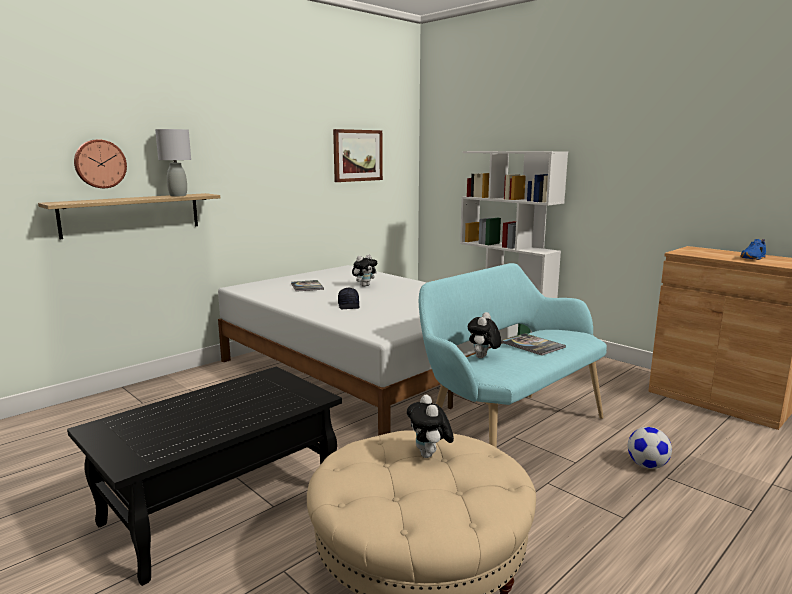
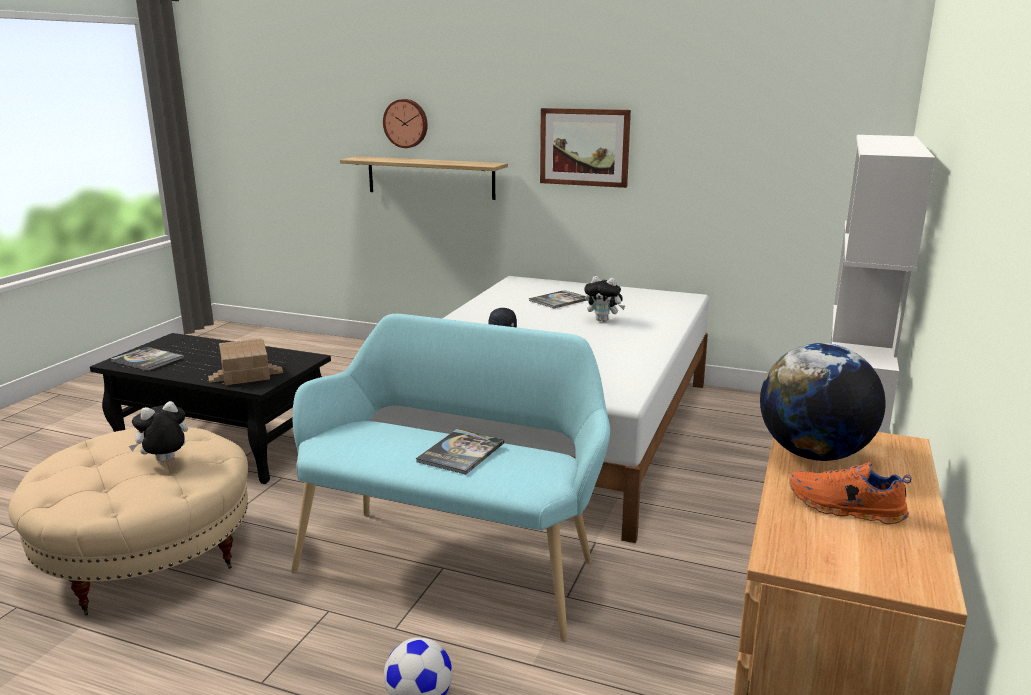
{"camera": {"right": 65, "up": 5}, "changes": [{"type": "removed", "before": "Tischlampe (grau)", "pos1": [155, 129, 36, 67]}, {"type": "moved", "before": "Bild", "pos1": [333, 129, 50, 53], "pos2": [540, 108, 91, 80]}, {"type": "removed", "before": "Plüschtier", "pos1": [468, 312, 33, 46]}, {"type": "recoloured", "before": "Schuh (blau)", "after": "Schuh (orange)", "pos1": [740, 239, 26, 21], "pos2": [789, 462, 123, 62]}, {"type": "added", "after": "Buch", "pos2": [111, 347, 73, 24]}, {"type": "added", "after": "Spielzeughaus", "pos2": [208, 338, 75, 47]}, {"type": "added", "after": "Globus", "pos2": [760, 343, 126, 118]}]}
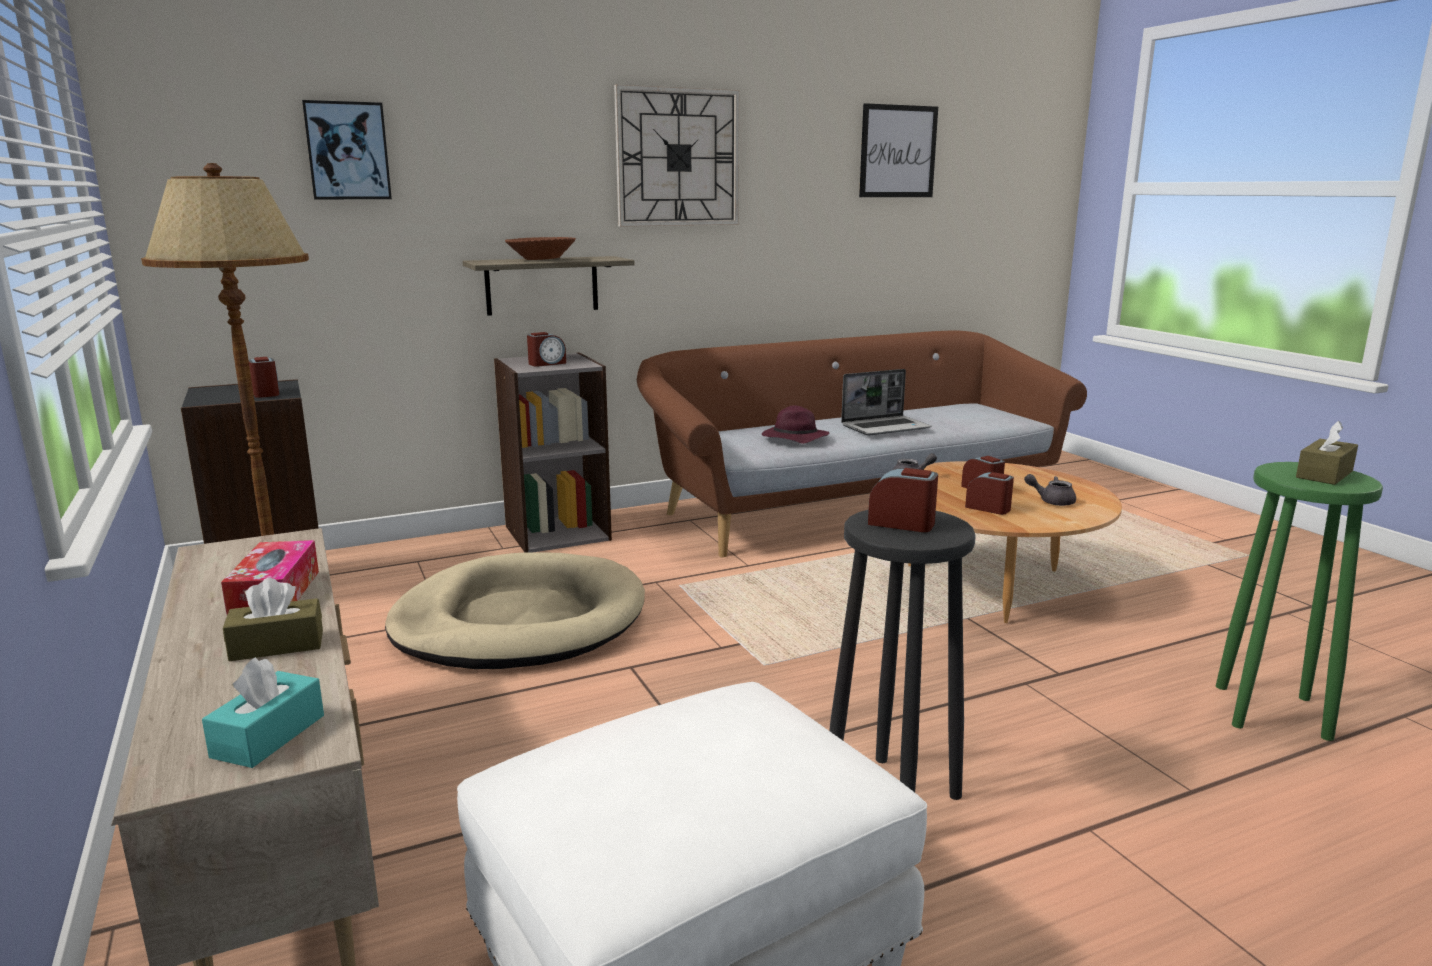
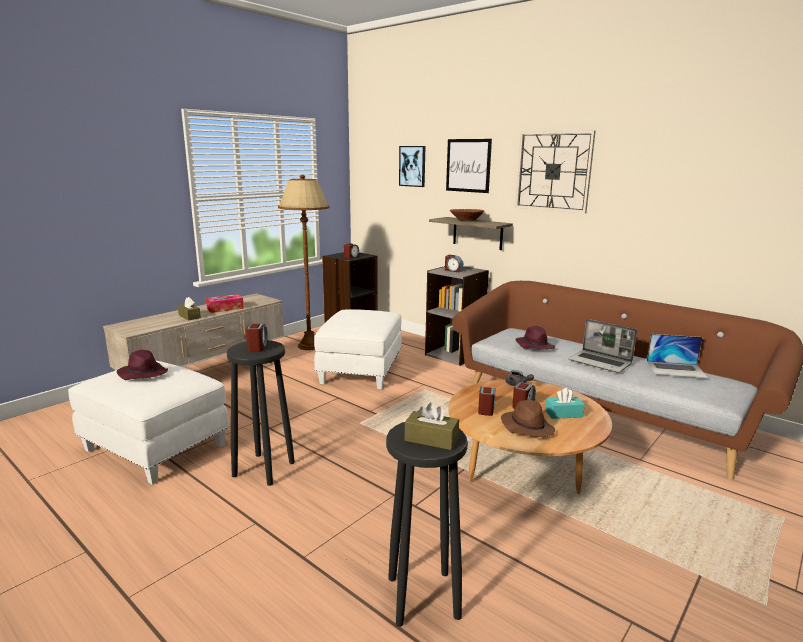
{"camera": {"right": 65, "up": 0}, "changes": [{"type": "moved", "before": "Taschentuchbox (türkis)", "pos1": [202, 657, 122, 111], "pos2": [545, 388, 40, 31]}, {"type": "replaced", "before": "Hundebett (beige)", "after": "Polsterhocker (weiß)", "pos1": [385, 552, 260, 117], "pos2": [314, 309, 88, 80]}, {"type": "moved", "before": "Bild", "pos1": [859, 103, 79, 94], "pos2": [446, 139, 46, 54]}, {"type": "replaced", "before": "Teekanne (grau)", "after": "Hut (braun)", "pos1": [1024, 474, 52, 32], "pos2": [501, 400, 54, 37]}, {"type": "recoloured", "before": "Hocker (grün)", "after": "Hocker (schwarz)", "pos1": [1216, 462, 167, 279], "pos2": [386, 422, 82, 205]}, {"type": "added", "after": "Hut (lila)", "pos2": [117, 350, 51, 30]}, {"type": "added", "after": "Laptop", "pos2": [647, 334, 61, 44]}]}
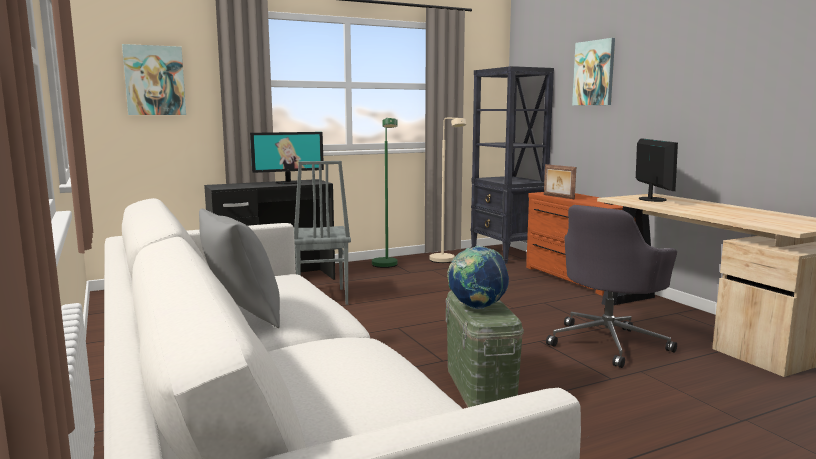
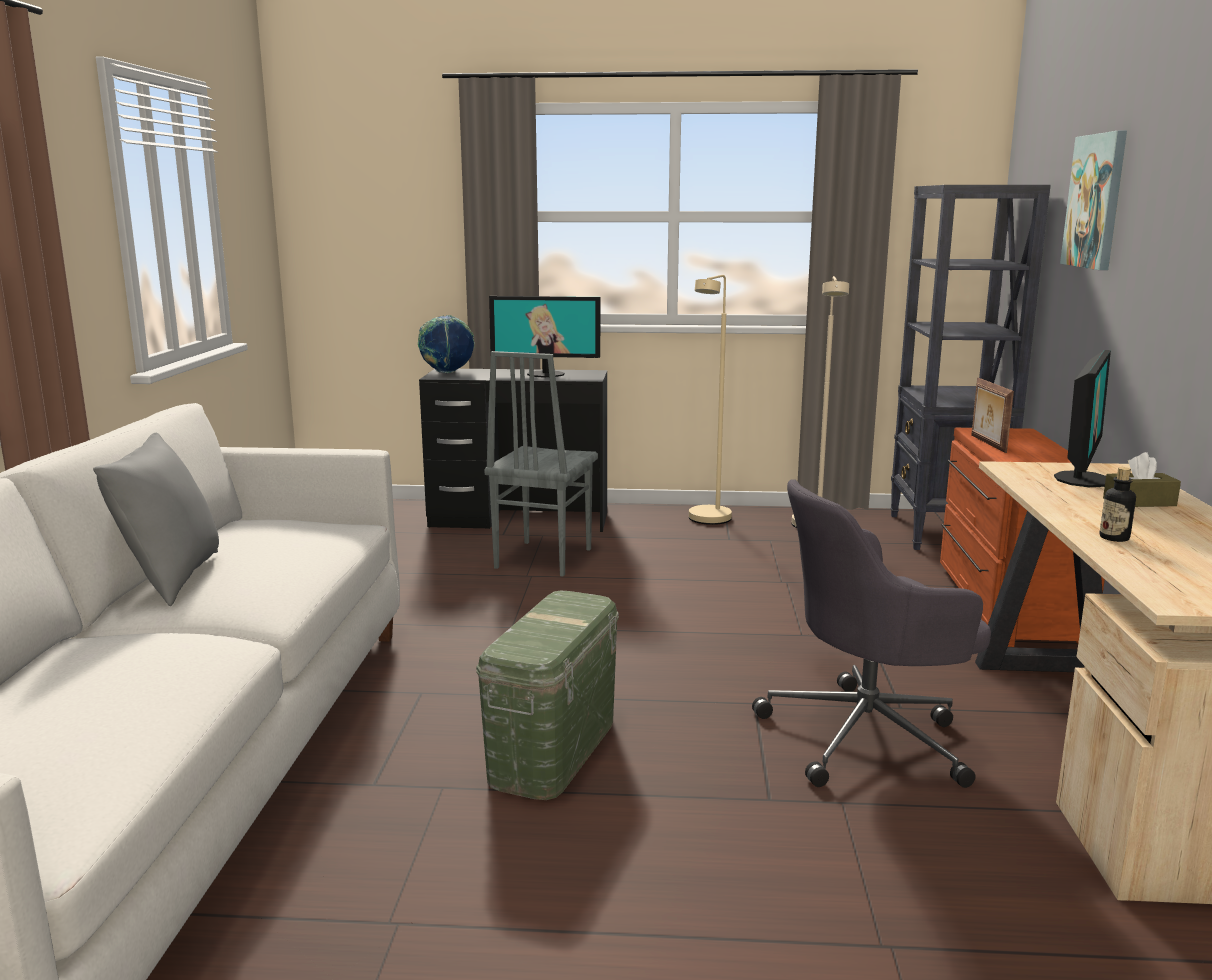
{"camera": {"right": 30, "up": 5}, "changes": [{"type": "removed", "before": "Bild", "pos1": [122, 44, 64, 71]}, {"type": "recoloured", "before": "Stehlampe (grün)", "after": "Stehlampe (beige)", "pos1": [372, 118, 26, 150], "pos2": [689, 275, 43, 250]}, {"type": "moved", "before": "Globus", "pos1": [447, 246, 62, 63], "pos2": [418, 315, 57, 58]}, {"type": "added", "after": "Flasche", "pos2": [1100, 467, 36, 75]}, {"type": "added", "after": "Taschentuchbox (braun)", "pos2": [1103, 452, 78, 55]}]}
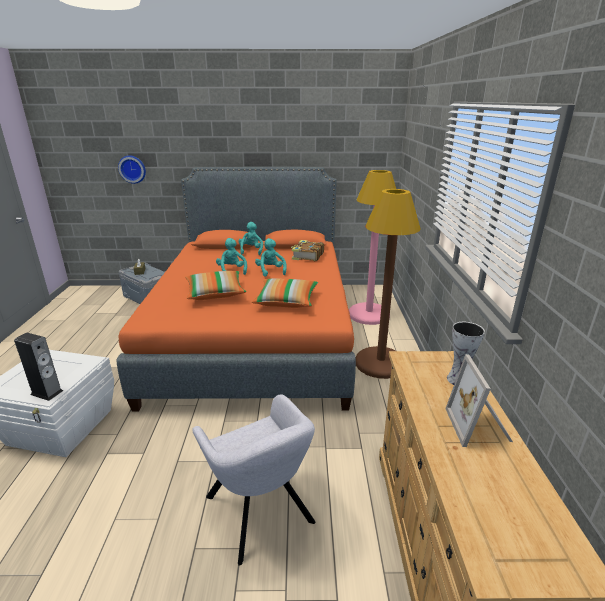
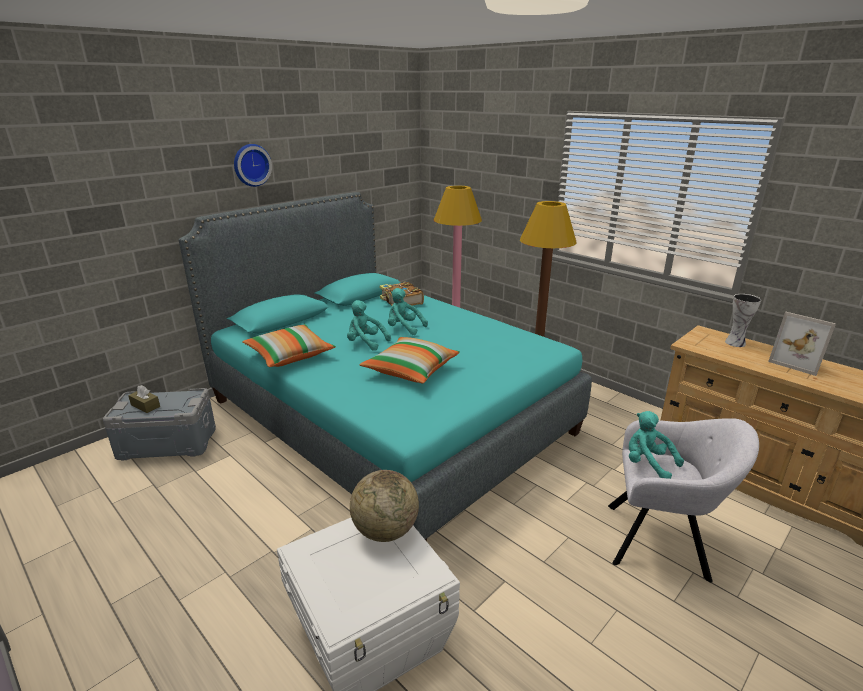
{"camera": {"right": -45, "up": 0}, "changes": [{"type": "removed", "before": "Lautsprecher", "pos1": [14, 333, 49, 68]}, {"type": "recoloured", "before": "Bett (orange)", "after": "Bett (türkis)", "pos1": [117, 167, 239, 245], "pos2": [178, 192, 414, 349]}, {"type": "moved", "before": "Wanduhr", "pos1": [118, 155, 28, 29], "pos2": [234, 144, 38, 43]}, {"type": "moved", "before": "Plüschtier (türkis)", "pos1": [238, 222, 25, 33], "pos2": [629, 411, 55, 68]}, {"type": "moved", "before": "Kissen", "pos1": [251, 278, 67, 30], "pos2": [242, 324, 94, 43]}, {"type": "added", "after": "Globus", "pos2": [350, 470, 69, 72]}]}
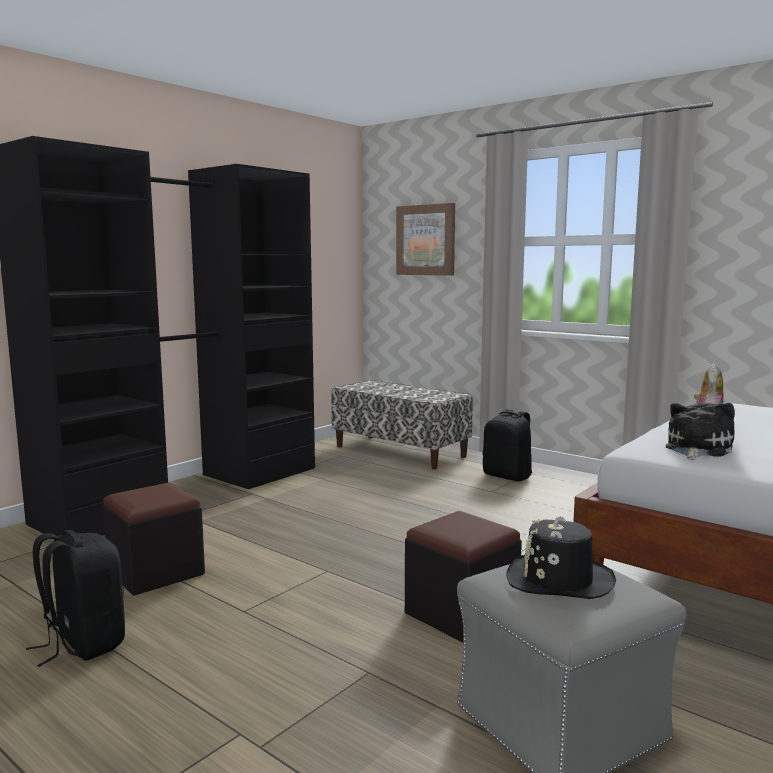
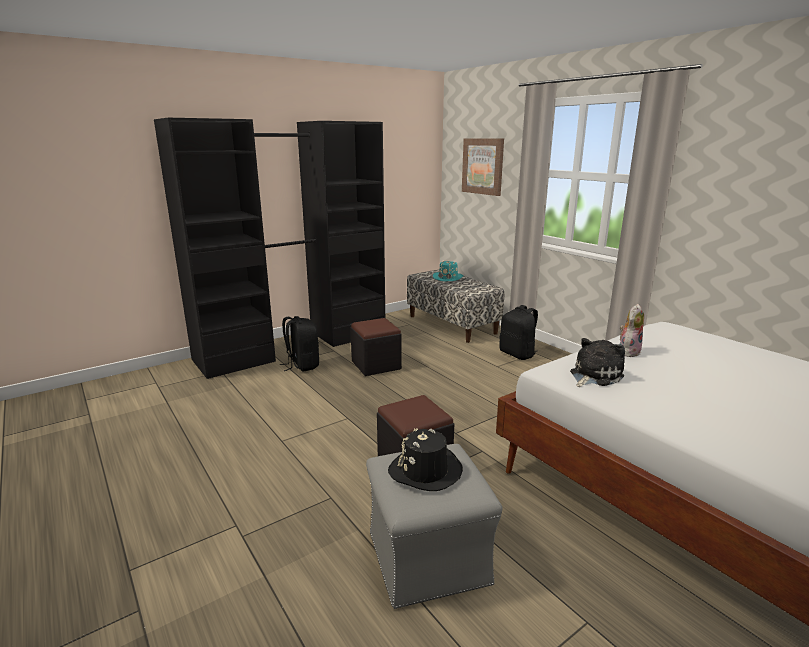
{"camera": {"right": 15, "up": 10}, "changes": [{"type": "moved", "before": "Rucksack (schwarz)", "pos1": [26, 530, 99, 137], "pos2": [280, 316, 39, 56]}, {"type": "moved", "before": "Polsterhocker (schwarz)", "pos1": [102, 483, 103, 113], "pos2": [350, 318, 52, 58]}, {"type": "added", "after": "Hut (türkis)", "pos2": [433, 260, 31, 21]}]}
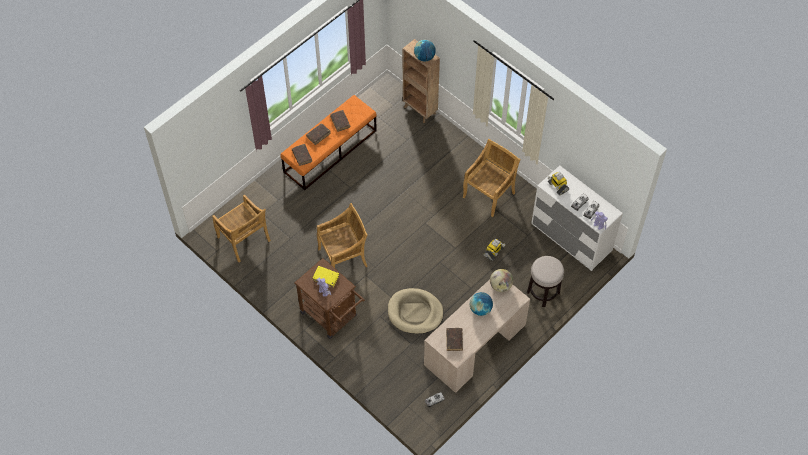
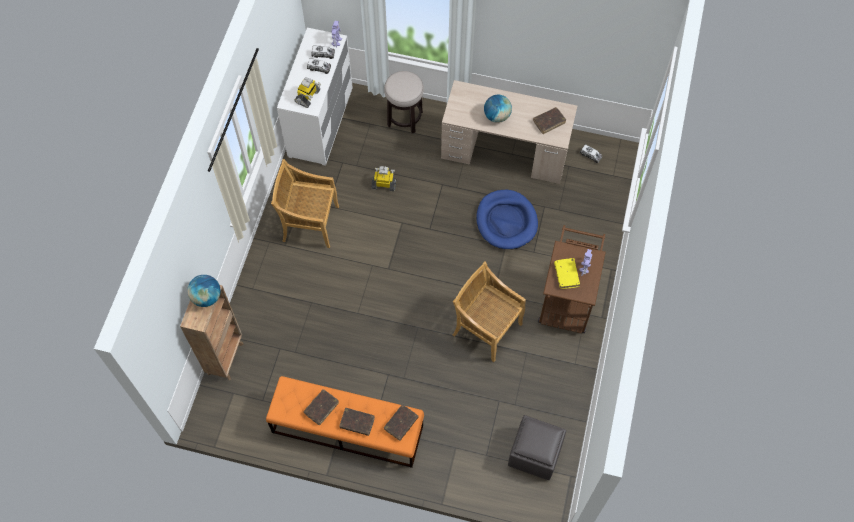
{"camera": {"right": -120, "up": 5}, "changes": [{"type": "replaced", "before": "Stuhl (beige)", "after": "Polsterhocker (grau)", "pos1": [212, 195, 59, 67], "pos2": [508, 415, 58, 65]}, {"type": "recoloured", "before": "Hundebett (beige)", "after": "Hundebett (blau)", "pos1": [388, 288, 56, 46], "pos2": [476, 190, 62, 59]}, {"type": "removed", "before": "Globus", "pos1": [490, 269, 23, 23]}]}
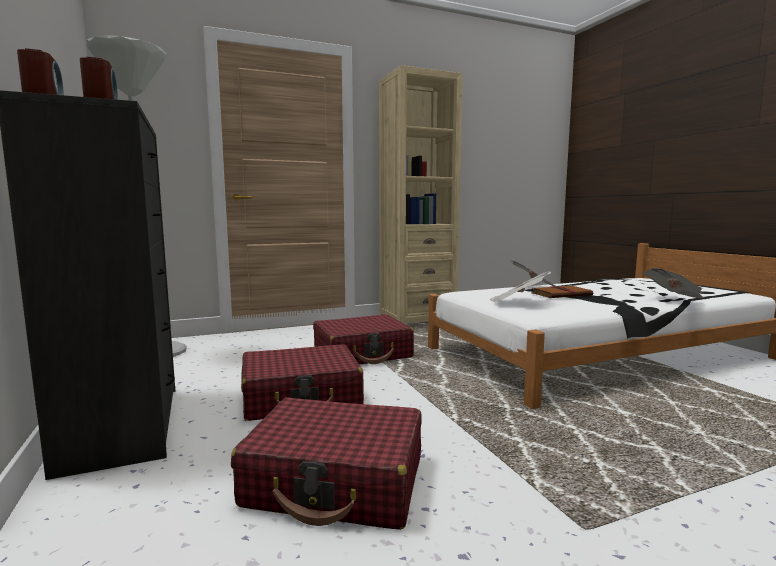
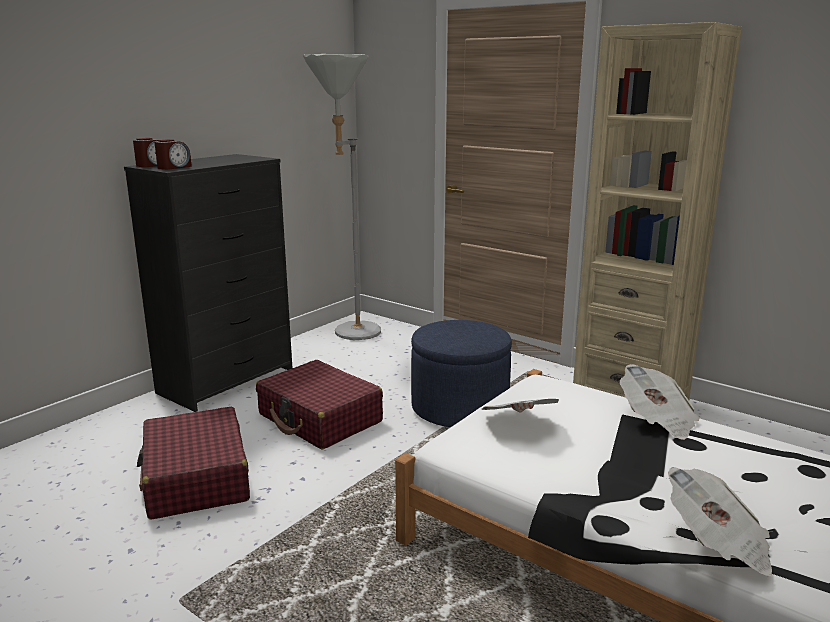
{"camera": {"right": 60, "up": 10}, "changes": [{"type": "replaced", "before": "Koffer (rot)", "after": "Polsterhocker (blau)", "pos1": [313, 314, 101, 51], "pos2": [411, 320, 101, 107]}, {"type": "removed", "before": "Buch (braun)", "pos1": [531, 285, 62, 13]}]}
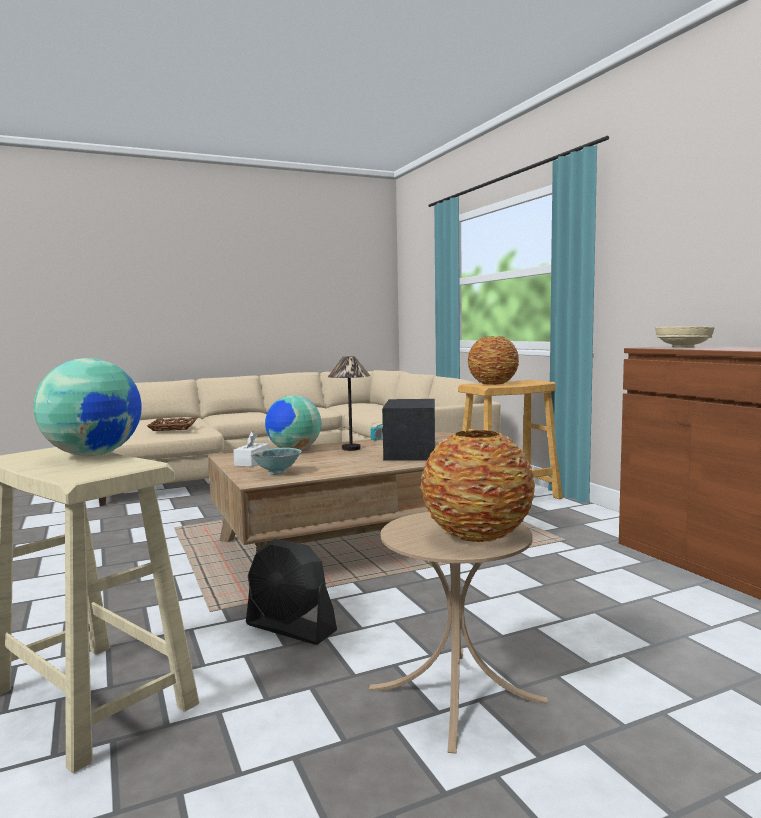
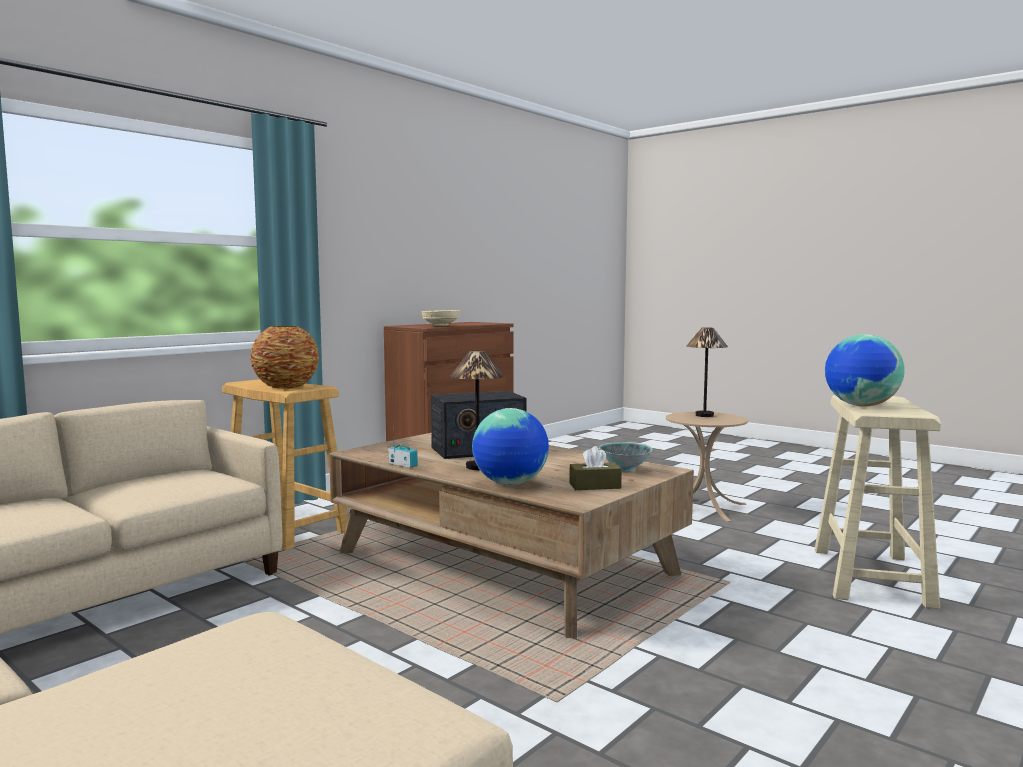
{"camera": {"right": -115, "up": 0}, "changes": [{"type": "removed", "before": "Tablett (braun)", "pos1": [147, 417, 50, 14]}, {"type": "recoloured", "before": "Taschentuchbox (weiß)", "after": "Taschentuchbox (braun)", "pos1": [234, 431, 35, 36], "pos2": [569, 446, 53, 44]}, {"type": "removed", "before": "Ventilator (schwarz)", "pos1": [246, 539, 91, 106]}, {"type": "replaced", "before": "Vase", "after": "Tischlampe", "pos1": [421, 430, 114, 112], "pos2": [687, 327, 41, 90]}]}
